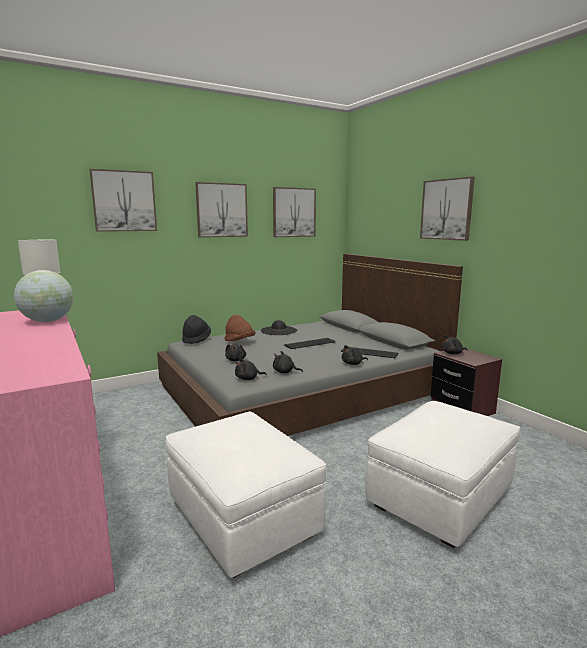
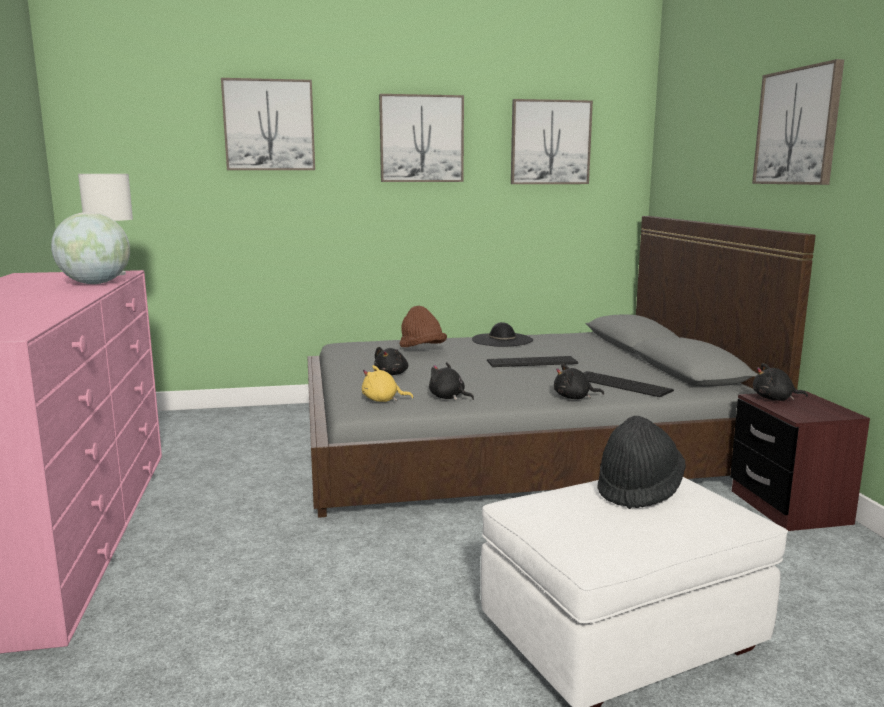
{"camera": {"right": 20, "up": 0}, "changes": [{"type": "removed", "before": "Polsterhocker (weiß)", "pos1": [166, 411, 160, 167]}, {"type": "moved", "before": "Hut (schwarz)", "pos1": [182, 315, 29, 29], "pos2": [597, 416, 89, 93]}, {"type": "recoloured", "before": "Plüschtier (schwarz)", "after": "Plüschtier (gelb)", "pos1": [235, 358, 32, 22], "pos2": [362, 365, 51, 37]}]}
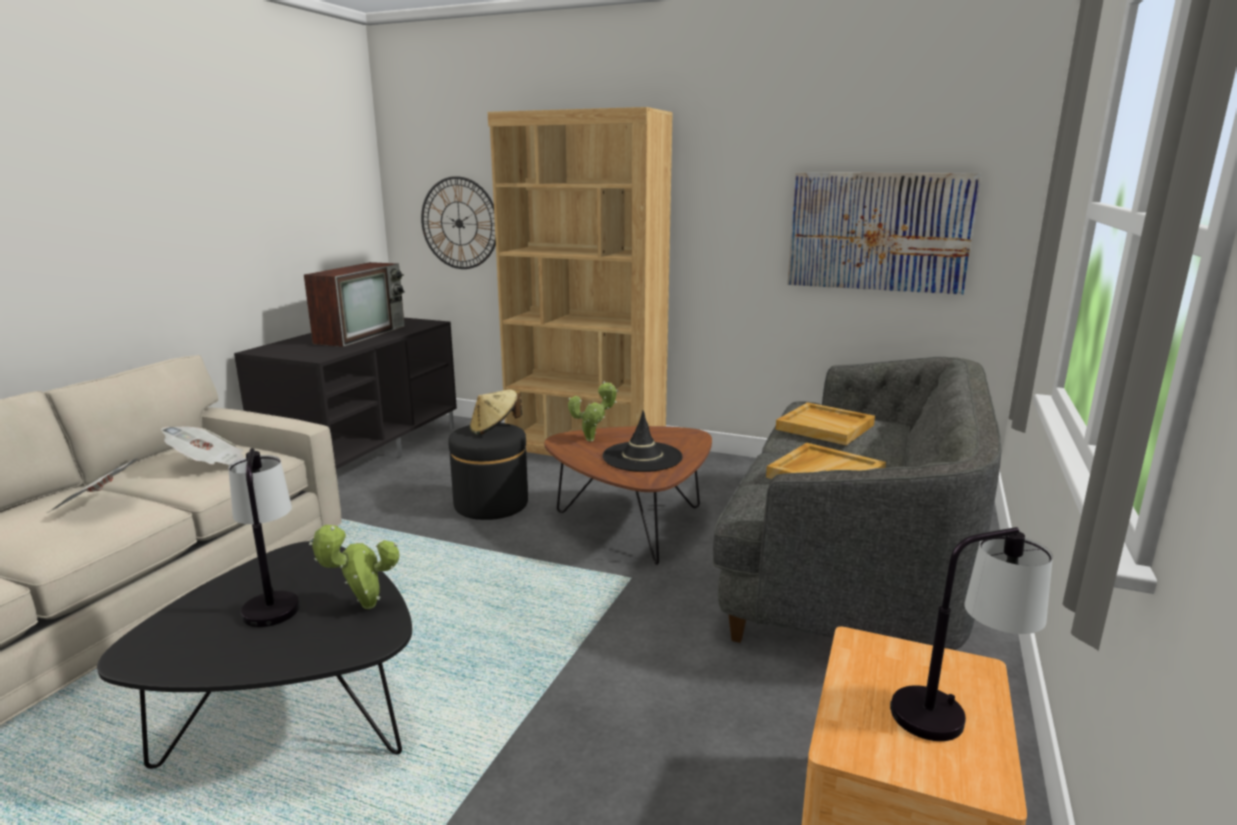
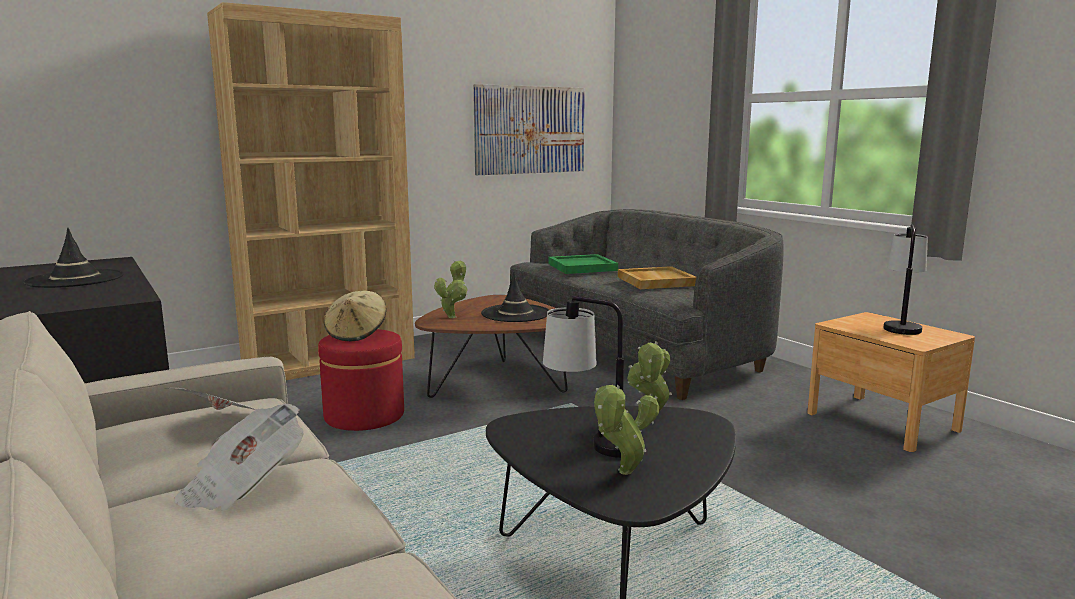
{"camera": {"right": -55, "up": -5}, "changes": [{"type": "replaced", "before": "Fernseher", "after": "Hut (schwarz)", "pos1": [304, 262, 101, 85], "pos2": [24, 228, 100, 60]}, {"type": "removed", "before": "Wanduhr", "pos1": [421, 176, 75, 93]}, {"type": "recoloured", "before": "Polsterhocker (schwarz)", "after": "Polsterhocker (rot)", "pos1": [448, 423, 80, 97], "pos2": [318, 329, 86, 102]}, {"type": "recoloured", "before": "Tablett (beige)", "after": "Tablett (grün)", "pos1": [776, 402, 99, 43], "pos2": [548, 254, 70, 20]}, {"type": "added", "after": "Topfpflanze", "pos2": [594, 384, 65, 91]}]}
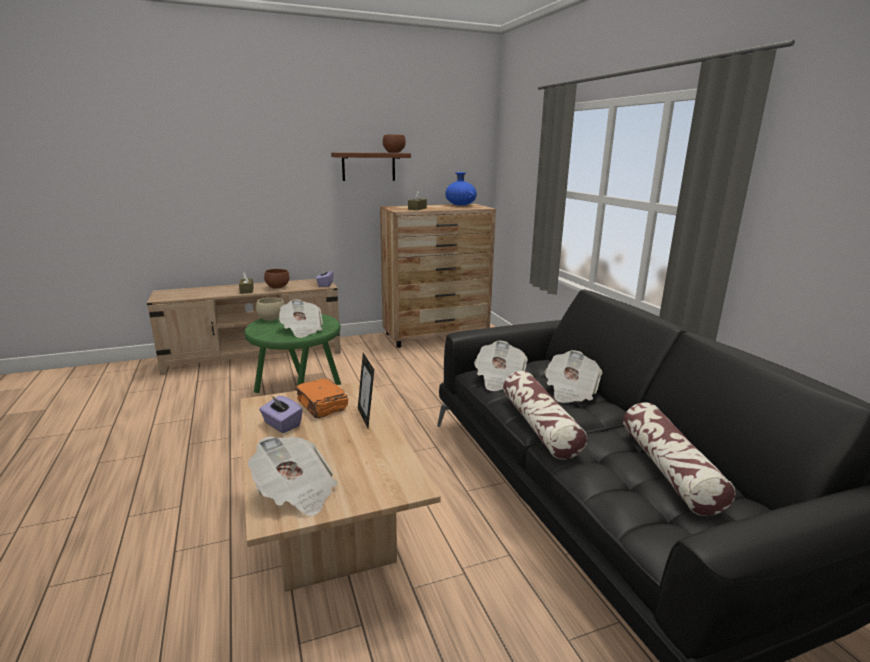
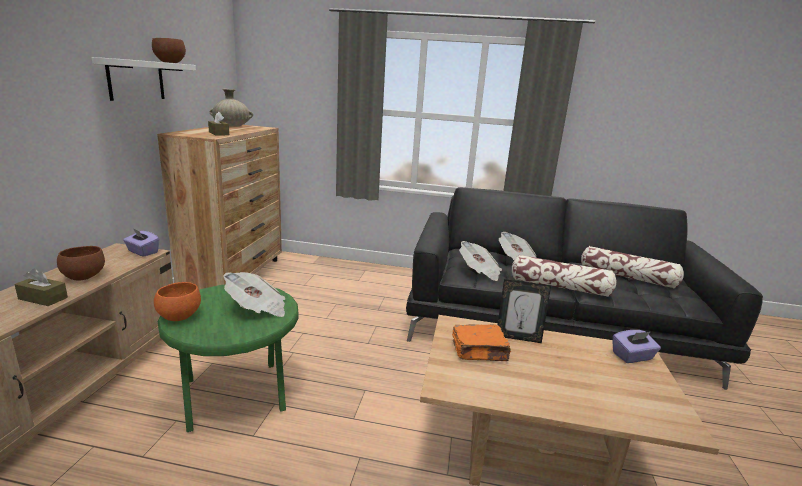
{"camera": {"right": -60, "up": 0}, "changes": [{"type": "removed", "before": "Zeitung", "pos1": [248, 436, 90, 80]}, {"type": "recoloured", "before": "Schüssel (beige)", "after": "Schüssel (orange)", "pos1": [256, 298, 29, 23], "pos2": [154, 282, 47, 39]}, {"type": "moved", "before": "Taschentuchbox (lila)", "pos1": [259, 395, 44, 38], "pos2": [613, 330, 48, 33]}, {"type": "recoloured", "before": "Wandregal (braun)", "after": "Wandregal (weiß)", "pos1": [331, 152, 80, 29], "pos2": [92, 57, 104, 44]}, {"type": "recoloured", "before": "Vase (blau)", "after": "Vase (beige)", "pos1": [445, 172, 32, 34], "pos2": [210, 89, 43, 38]}]}
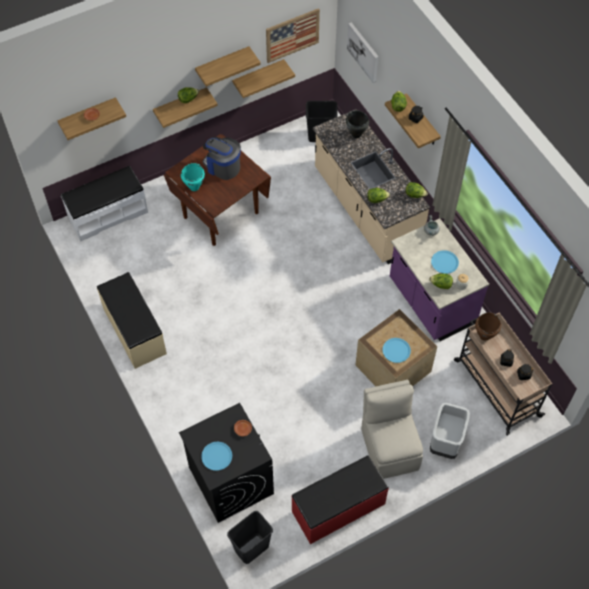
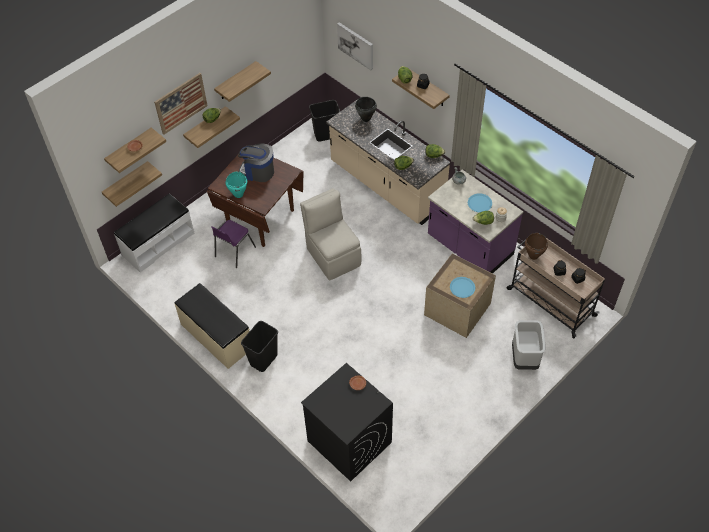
{"camera": {"right": -15, "up": -5}, "changes": [{"type": "removed", "before": "Teller (blau)", "pos1": [201, 442, 31, 29]}, {"type": "moved", "before": "Mülleimer (schwarz)", "pos1": [227, 511, 46, 53], "pos2": [241, 321, 37, 51]}, {"type": "moved", "before": "Wandregal", "pos1": [232, 59, 63, 39], "pos2": [102, 161, 60, 46]}, {"type": "moved", "before": "Bild", "pos1": [266, 8, 54, 55], "pos2": [154, 73, 53, 62]}, {"type": "removed", "before": "Bank (rot)", "pos1": [291, 455, 98, 89]}, {"type": "moved", "before": "Stuhl (beige)", "pos1": [362, 380, 61, 99], "pos2": [300, 188, 61, 92]}, {"type": "added", "after": "Stuhl (lila)", "pos2": [211, 220, 45, 48]}]}
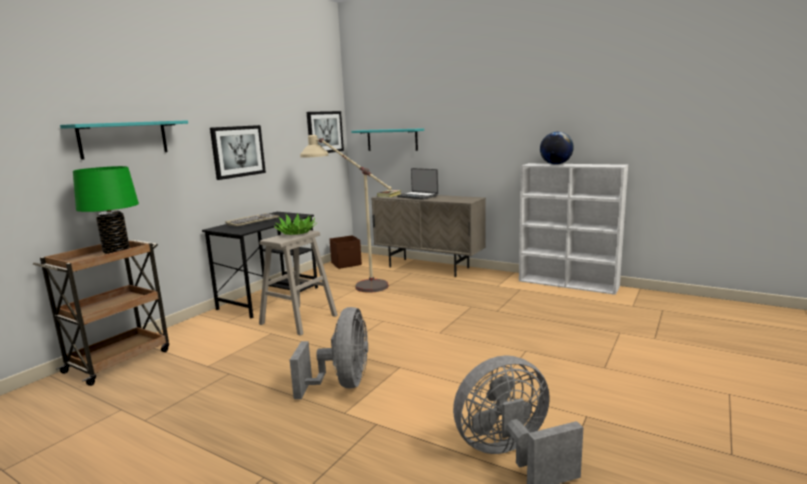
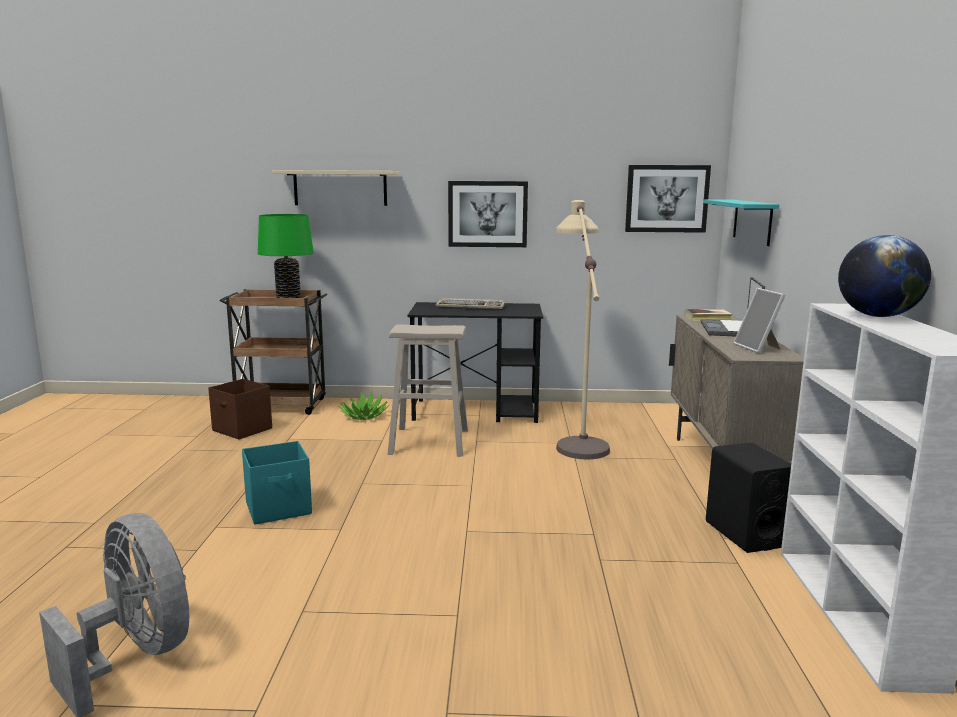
{"camera": {"right": 60, "up": 0}, "changes": [{"type": "recoloured", "before": "Wandregal (türkis)", "after": "Wandregal (beige)", "pos1": [60, 120, 128, 40], "pos2": [272, 170, 127, 36]}, {"type": "moved", "before": "Topfpflanze", "pos1": [273, 213, 44, 22], "pos2": [338, 391, 50, 29]}, {"type": "replaced", "before": "Ventilator (grau)", "after": "Aufbewahrungsbox (türkis)", "pos1": [290, 307, 78, 92], "pos2": [242, 441, 70, 84]}, {"type": "moved", "before": "Aufbewahrungsbox (braun)", "pos1": [330, 235, 32, 34], "pos2": [208, 379, 64, 60]}, {"type": "added", "after": "Lautsprecher (schwarz)", "pos2": [706, 443, 85, 110]}, {"type": "added", "after": "Bilderrahmen", "pos2": [733, 288, 53, 66]}]}
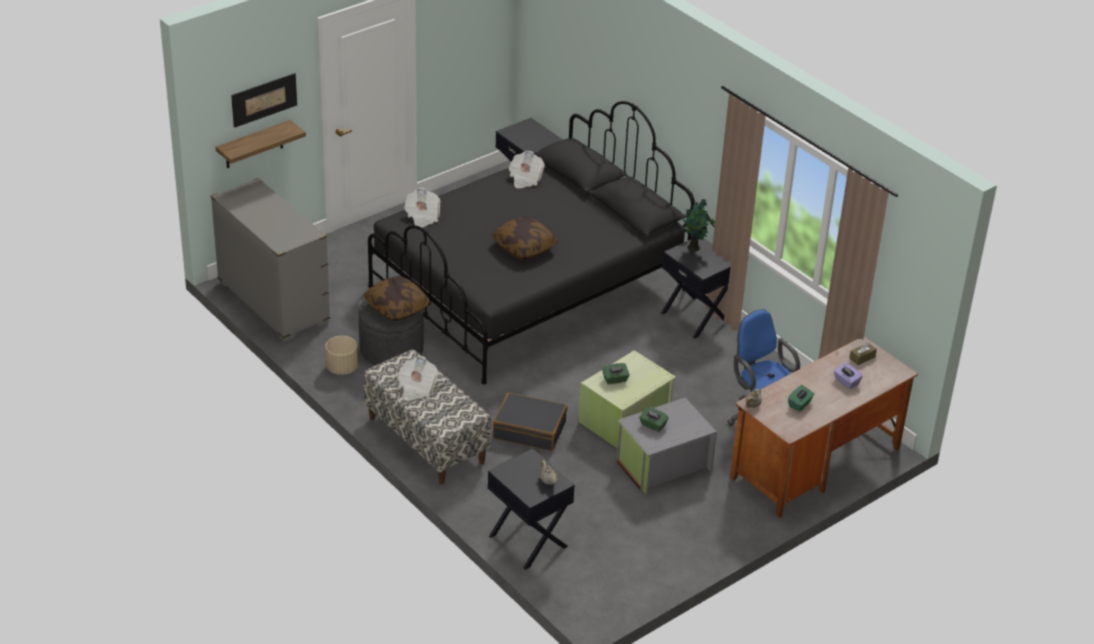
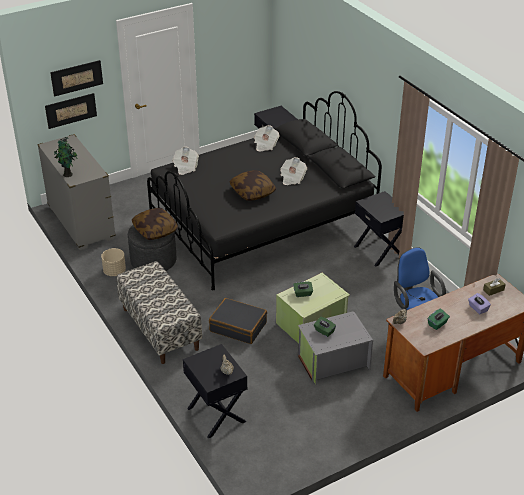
{"camera": {"right": 10, "up": 0}, "changes": [{"type": "replaced", "before": "Wandregal", "after": "Bild", "pos1": [216, 120, 90, 48], "pos2": [45, 93, 52, 36]}, {"type": "moved", "before": "Zeitung", "pos1": [397, 356, 41, 45], "pos2": [280, 157, 27, 28]}, {"type": "moved", "before": "Topfpflanze", "pos1": [682, 199, 33, 52], "pos2": [54, 137, 24, 40]}]}
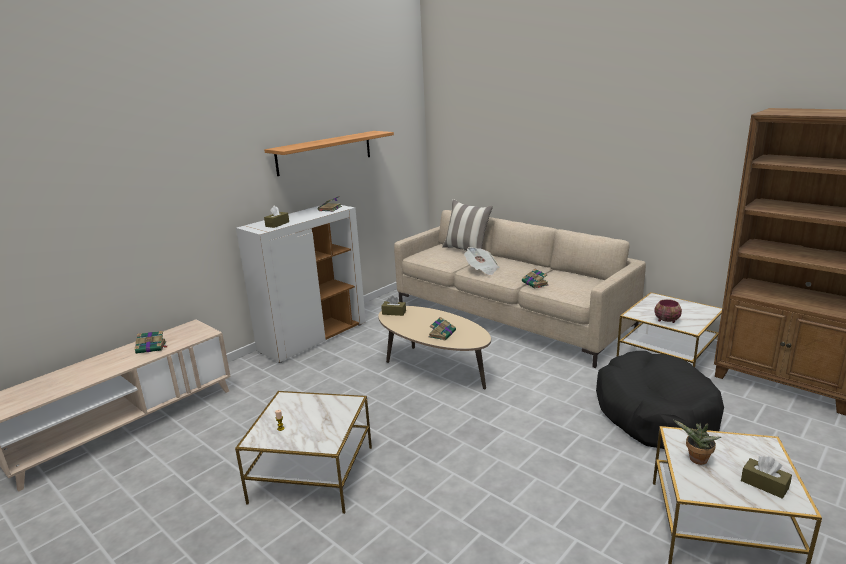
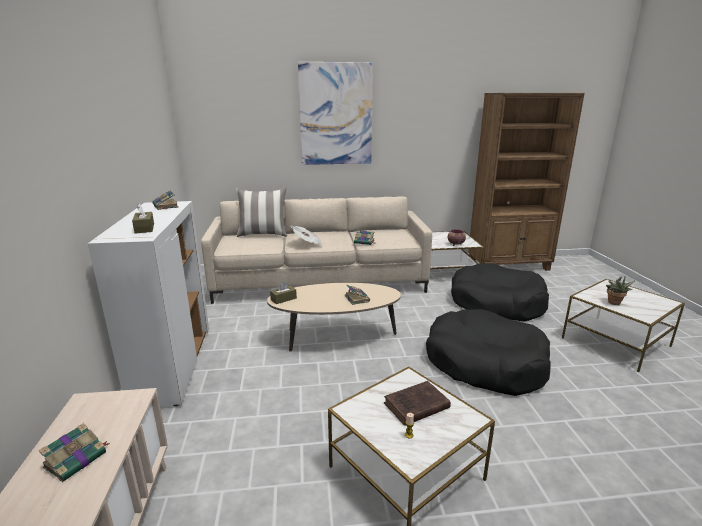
{"camera": {"right": -50, "up": 0}, "changes": [{"type": "removed", "before": "Wandregal", "pos1": [264, 131, 130, 45]}, {"type": "removed", "before": "Taschentuchbox (braun)", "pos1": [741, 456, 51, 43]}, {"type": "added", "after": "Bild", "pos2": [298, 62, 75, 103]}, {"type": "added", "after": "Buch (braun)", "pos2": [384, 381, 67, 45]}, {"type": "added", "after": "Hundebett (schwarz)", "pos2": [426, 309, 125, 87]}]}
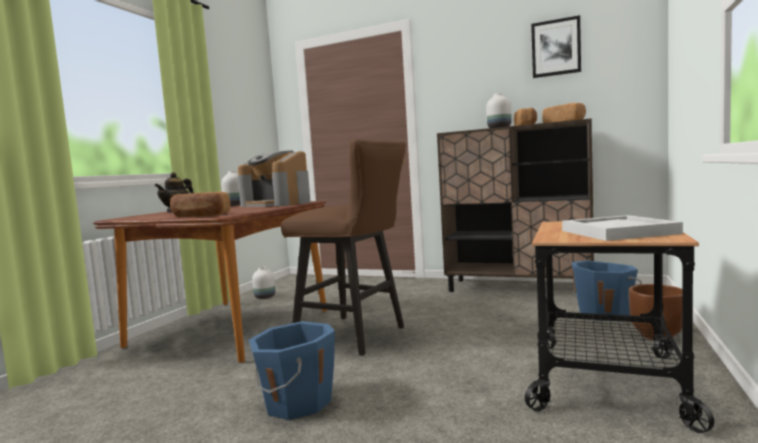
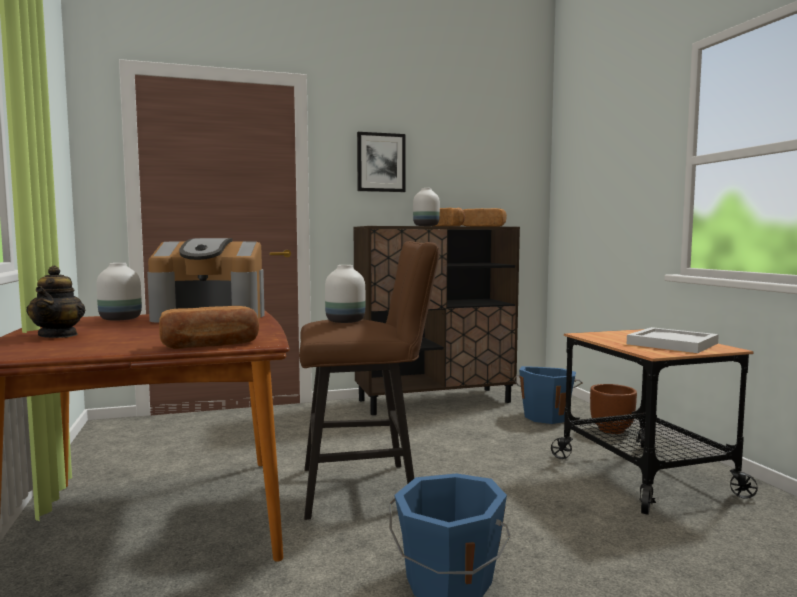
{"camera": {"right": -40, "up": 0}, "changes": [{"type": "moved", "before": "Vase (weiß)", "pos1": [252, 267, 23, 32], "pos2": [325, 265, 40, 58]}, {"type": "moved", "before": "Bild", "pos1": [531, 15, 50, 63], "pos2": [357, 132, 49, 60]}]}
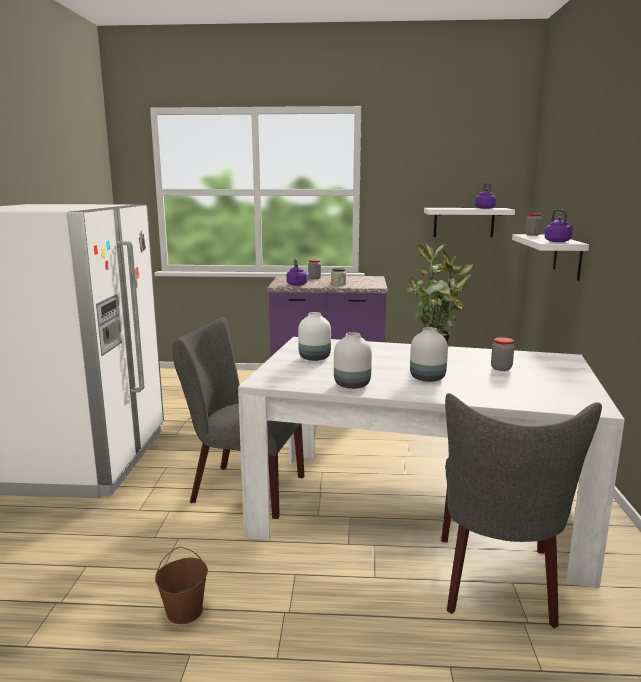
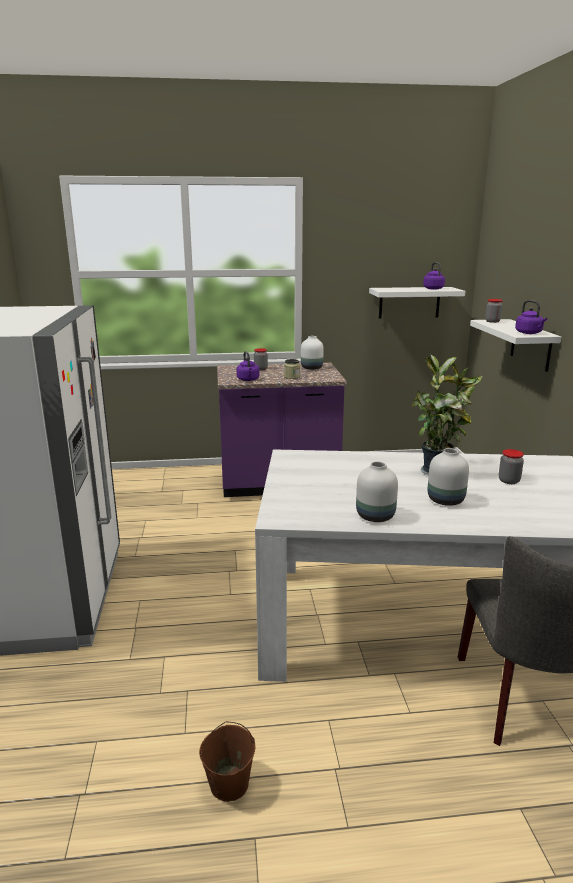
{"camera": {"right": -10, "up": 5}, "changes": [{"type": "removed", "before": "Stuhl (grau)", "pos1": [173, 317, 131, 202]}, {"type": "moved", "before": "Vase (weiß)", "pos1": [298, 312, 33, 49], "pos2": [301, 336, 23, 34]}]}
